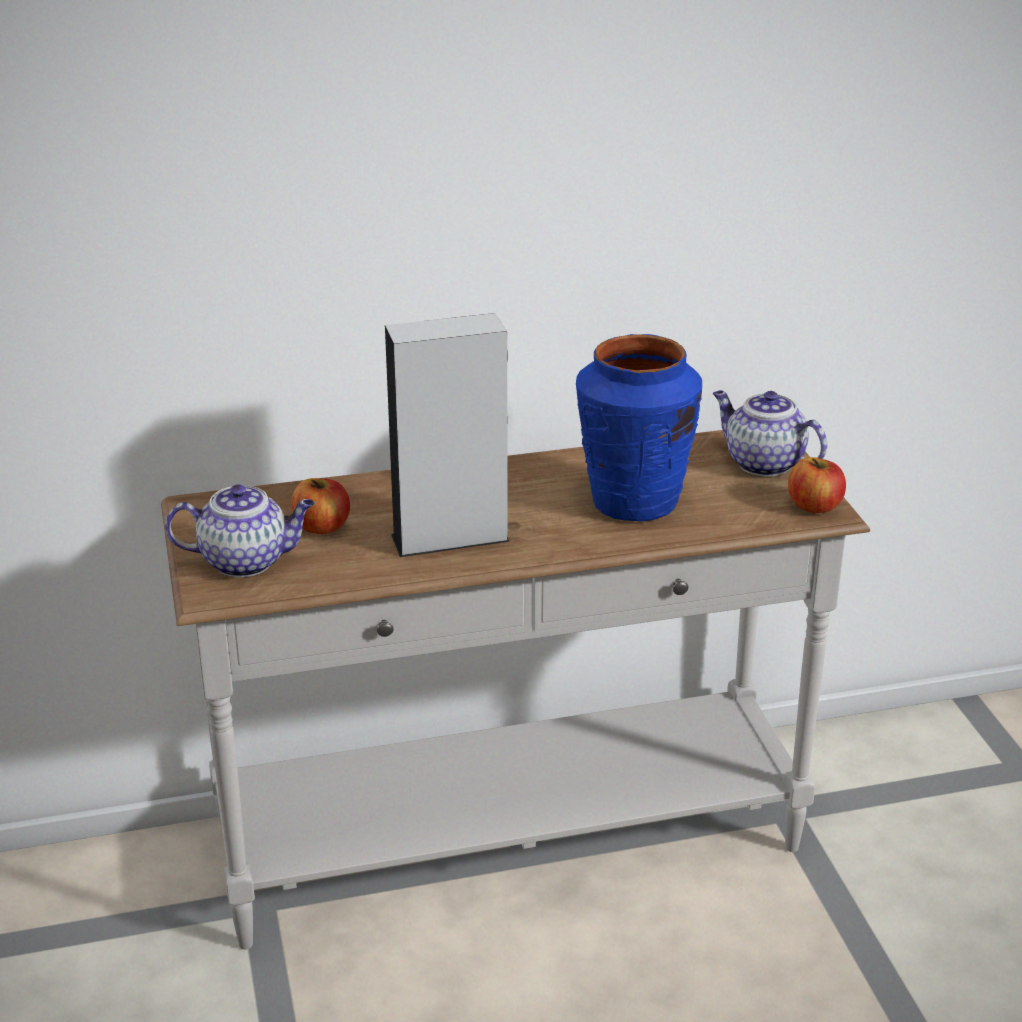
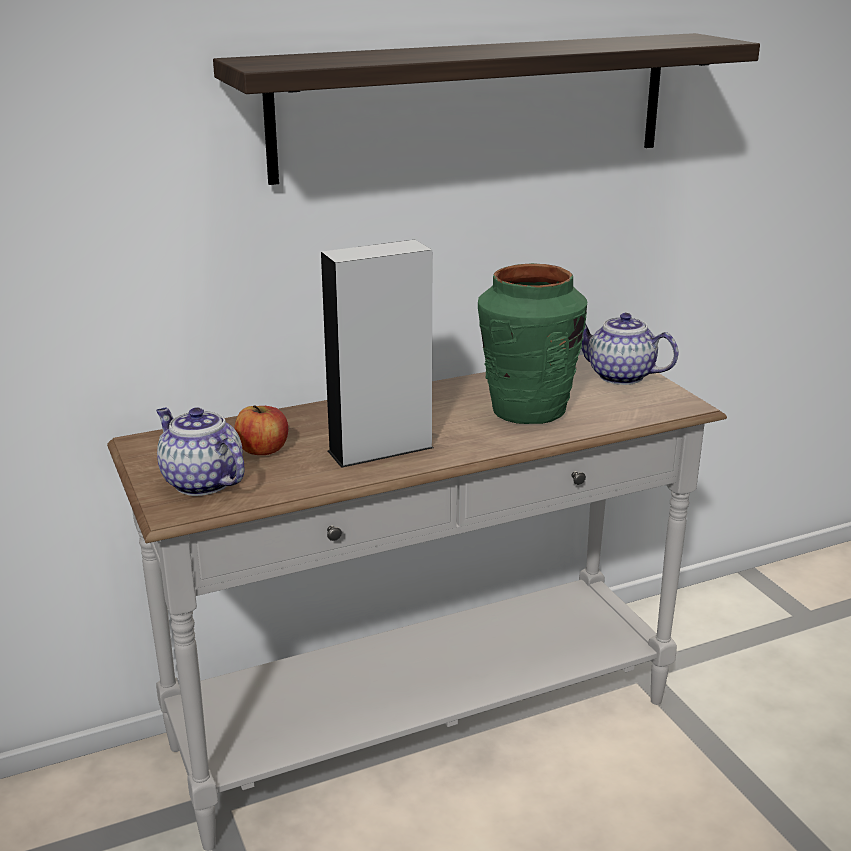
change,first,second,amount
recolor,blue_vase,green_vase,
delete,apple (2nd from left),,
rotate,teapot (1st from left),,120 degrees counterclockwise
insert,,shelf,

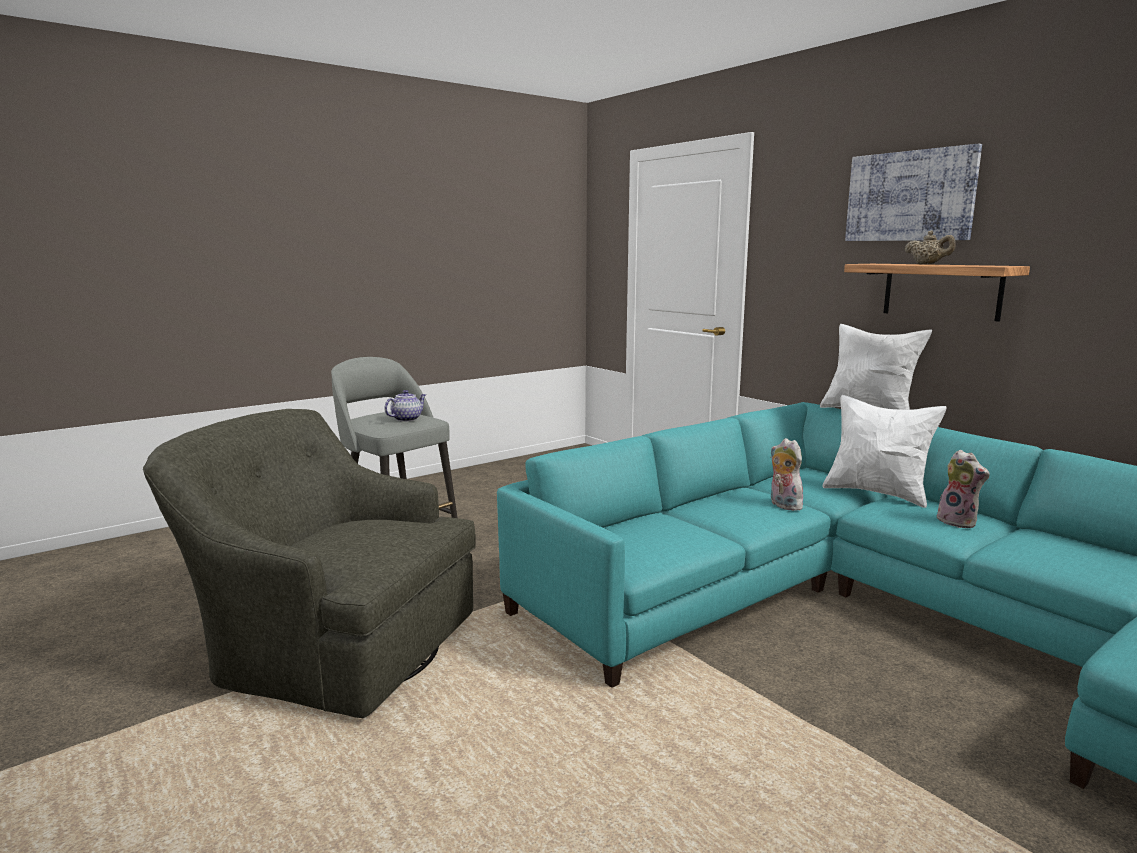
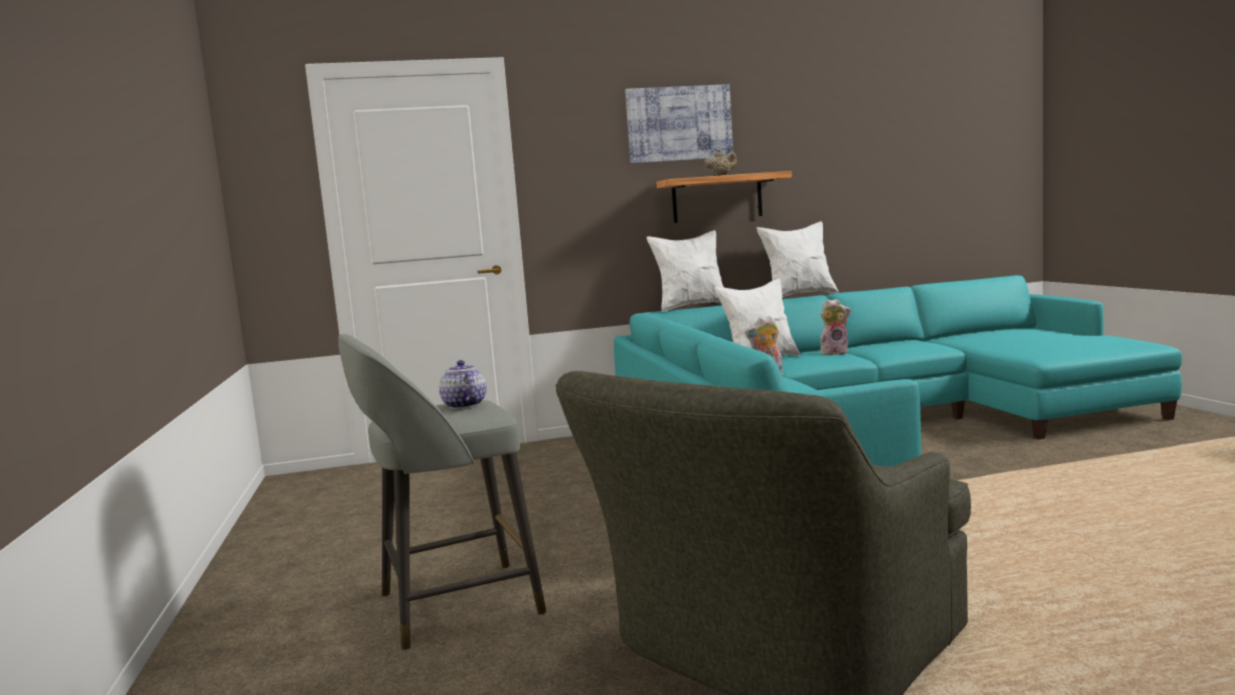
change,first,second,amount
insert,,white_pillow (3rd from left),

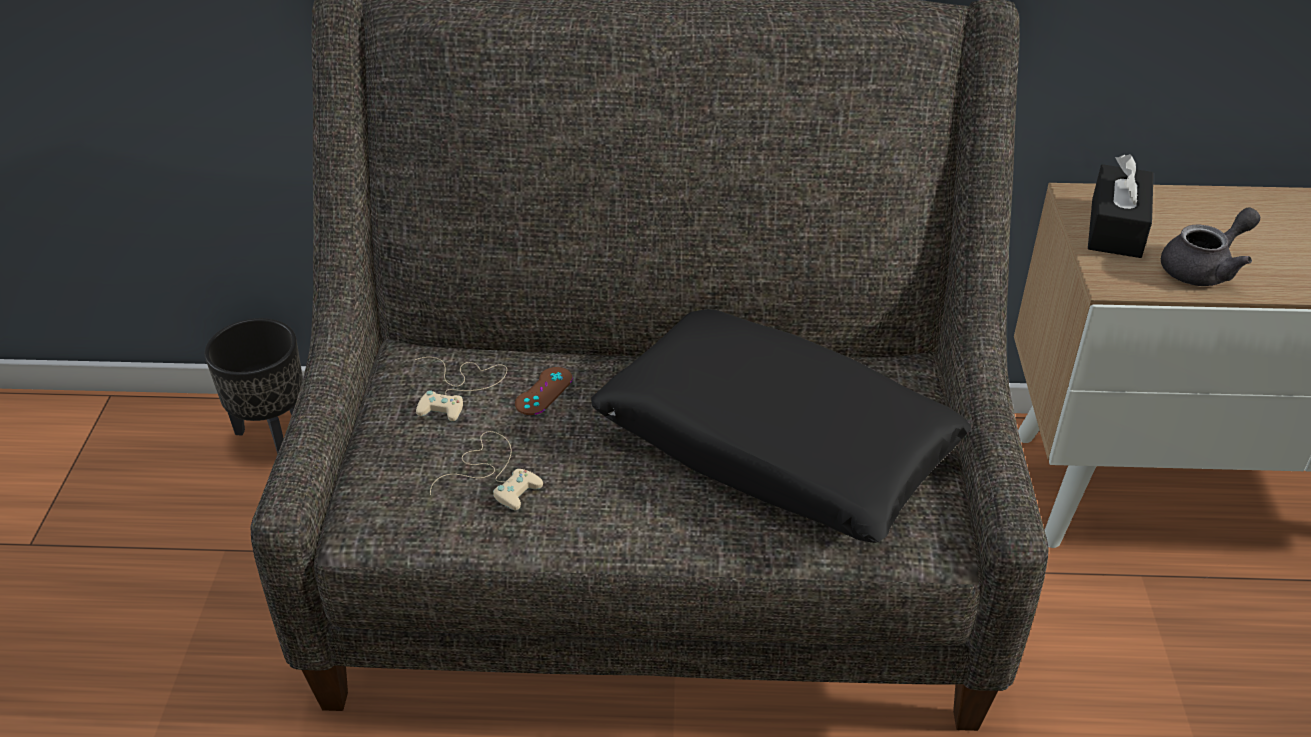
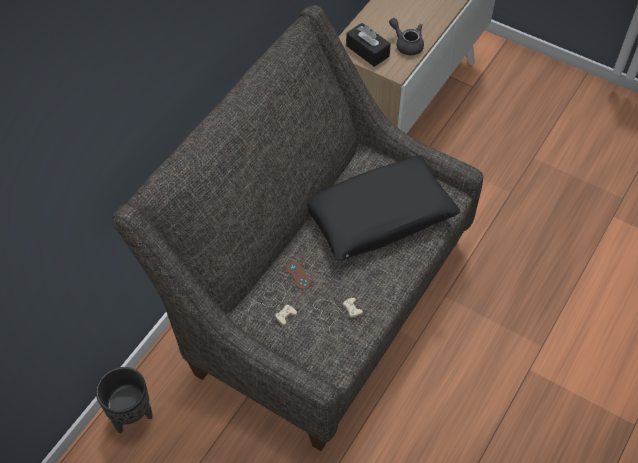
change,first,second,amount
rotate,grey_teapot,,45 degrees counterclockwise

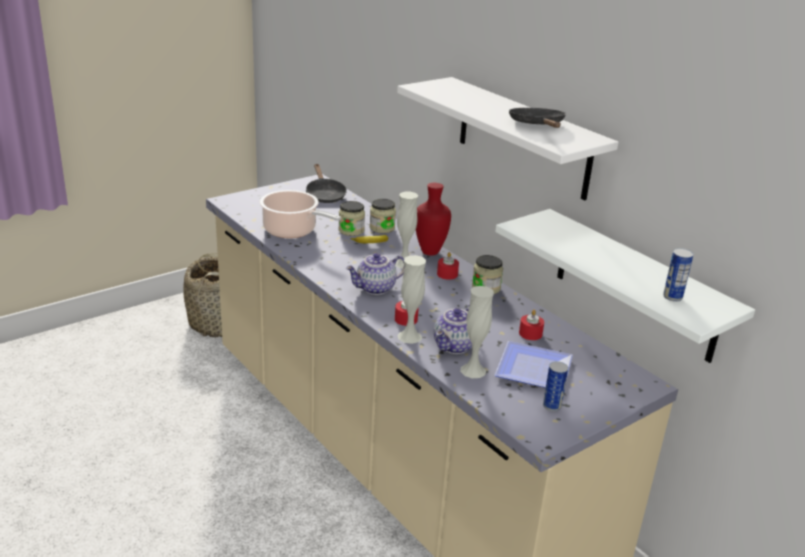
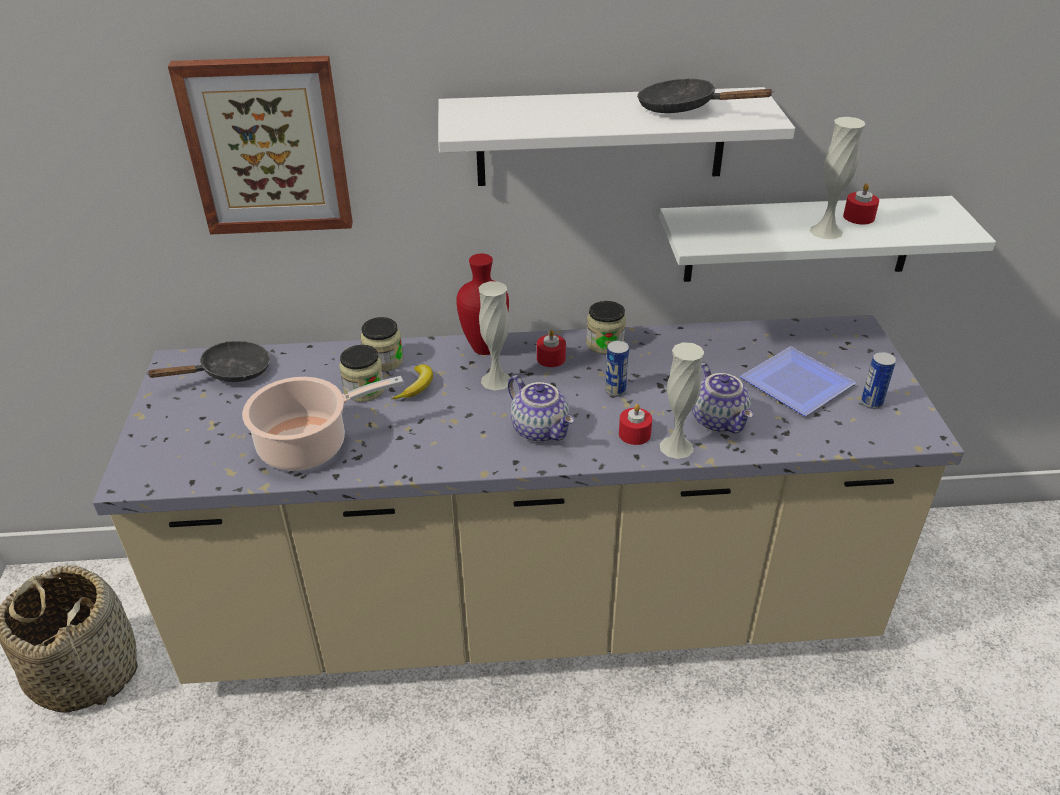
change,first,second,amount
rotate,black_frying_pan (1st from left),,45 degrees counterclockwise
move,can (2nd from left in the first image),can (1st from left),
rotate,teapot (1st from left),,45 degrees counterclockwise
move,white_vase (3rd from left),,
move,red_candle (3rd from left),,
insert,,picture,

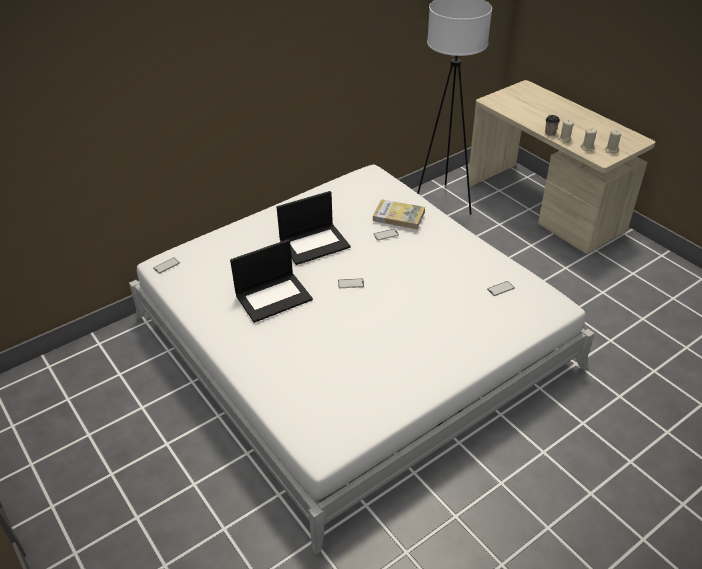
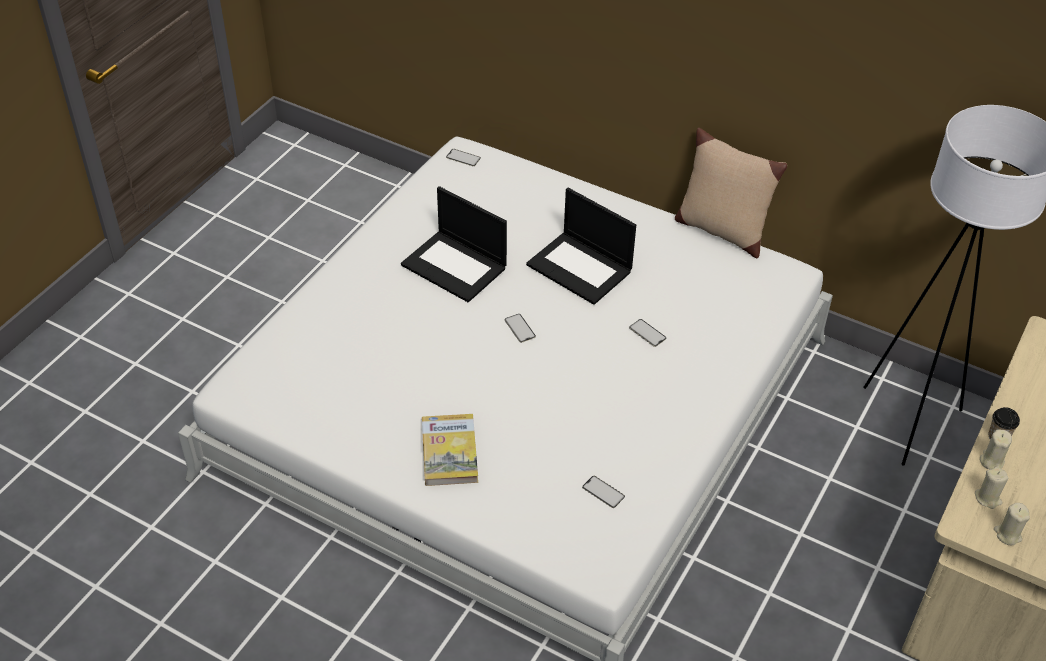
change,first,second,amount
move,book,,
insert,,beige_pillow,

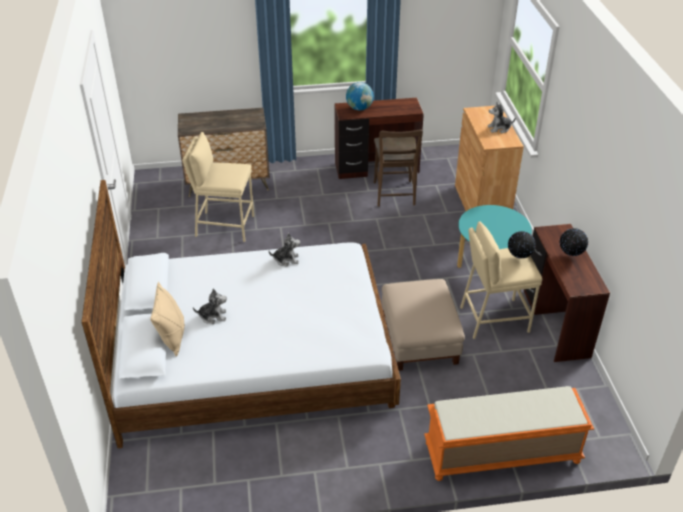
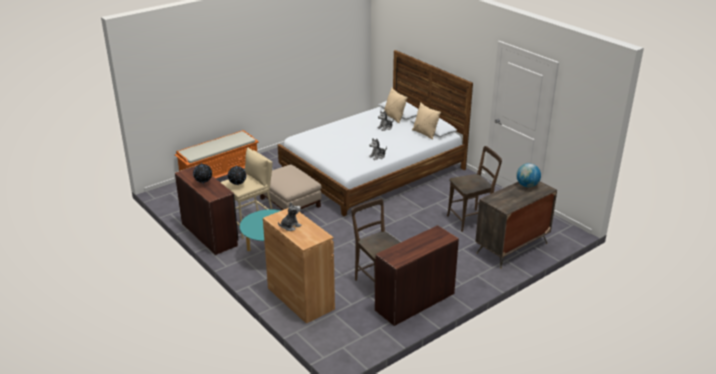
change,first,second,amount
move,globe (1st from left in the first image),globe (3rd from left),
replace,beige_stool (1st from left),brown_chair (2nd from left),
insert,,beige_pillow (2nd from left),

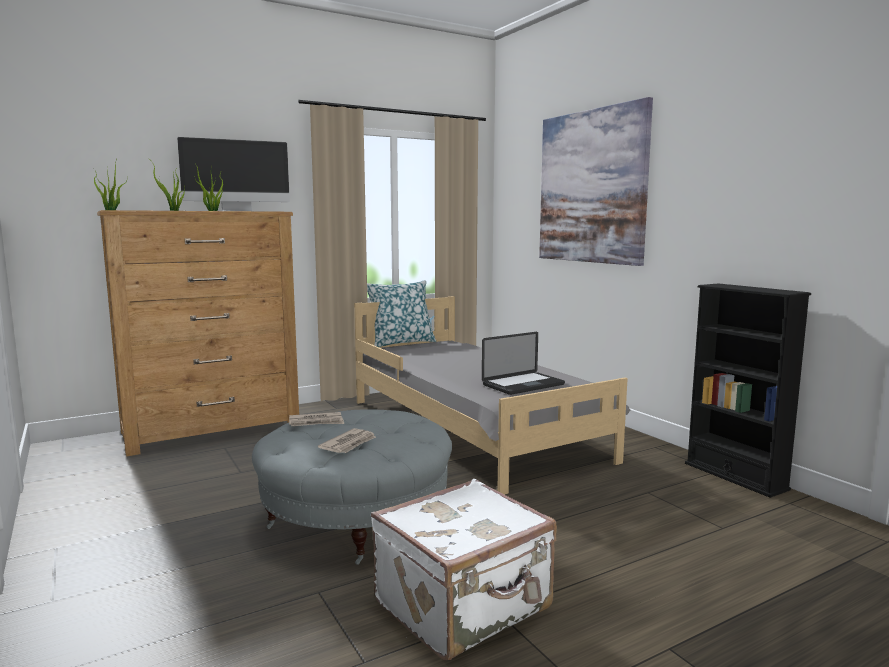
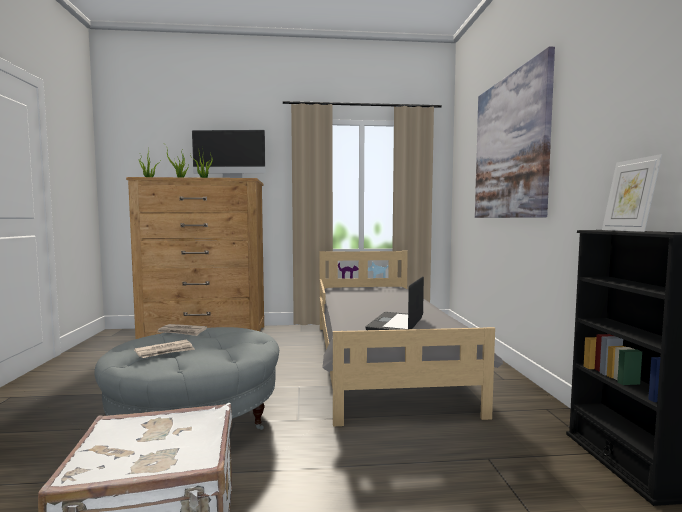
change,first,second,amount
delete,pillow,,
rotate,laptop,,120 degrees clockwise
insert,,picture_frame,

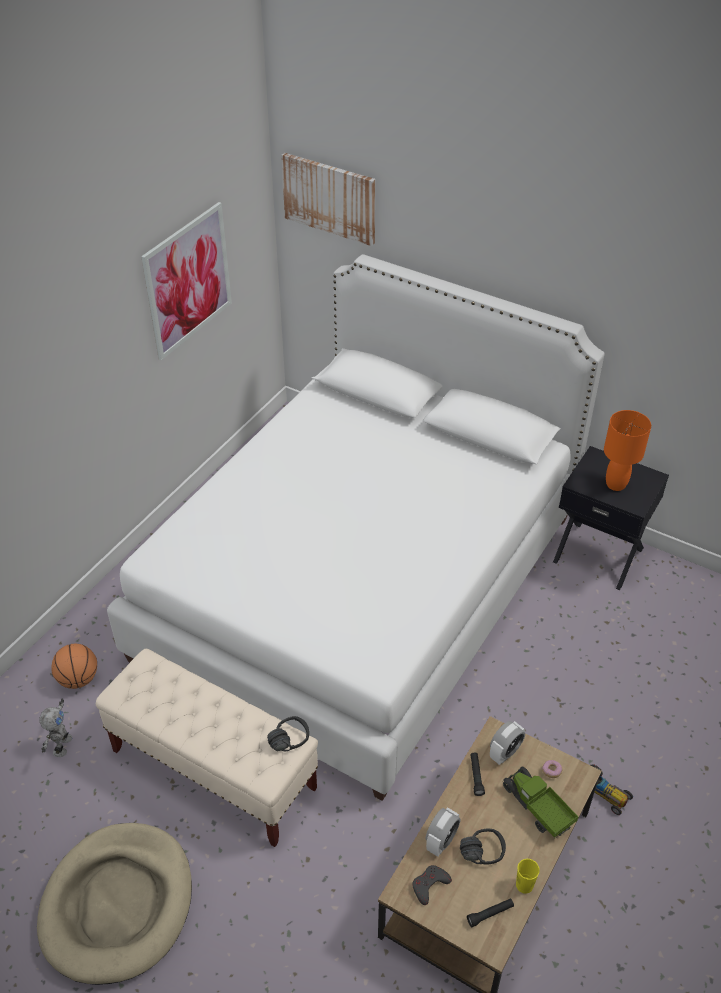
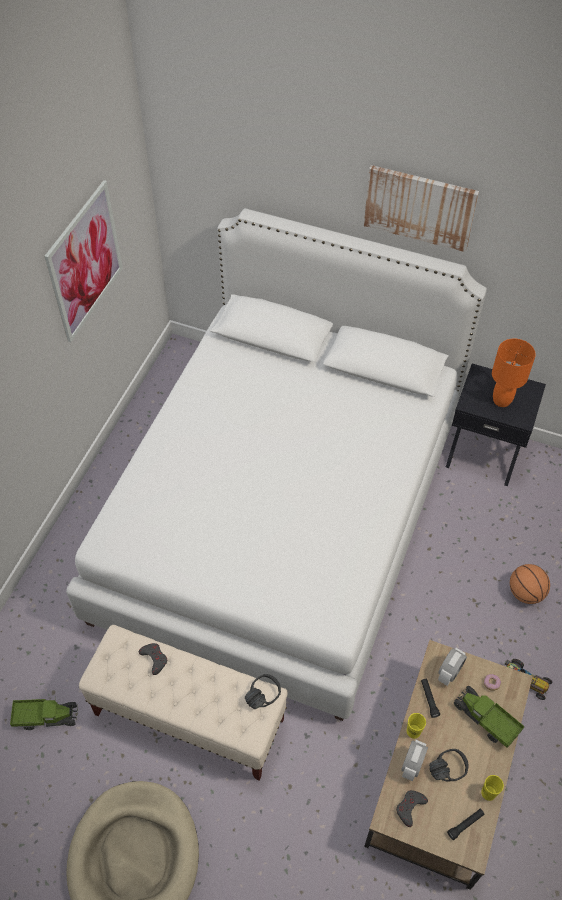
change,first,second,amount
move,picture (2nd from left),,
move,basketball,,
replace,toy_robot,toy_truck (1st from left),
insert,,grey_game_controller (1st from left),
insert,,yellow_cup (1st from left),

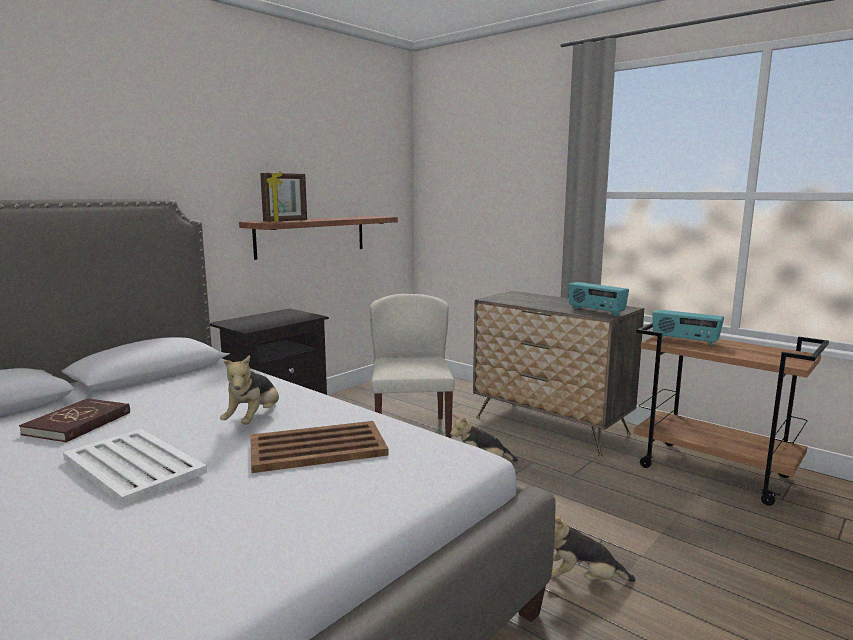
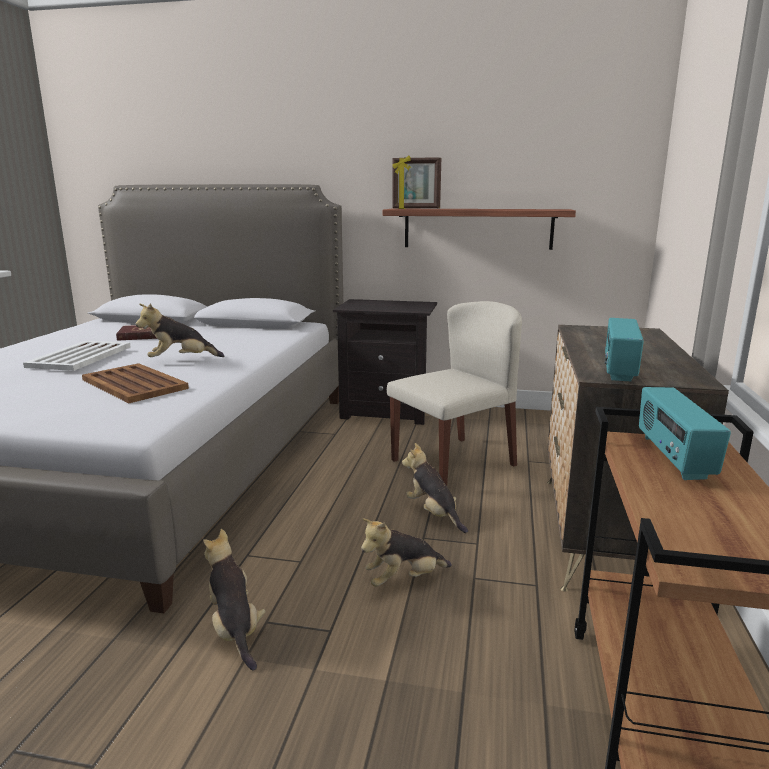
change,first,second,amount
insert,,plush_toy (3rd from left),

